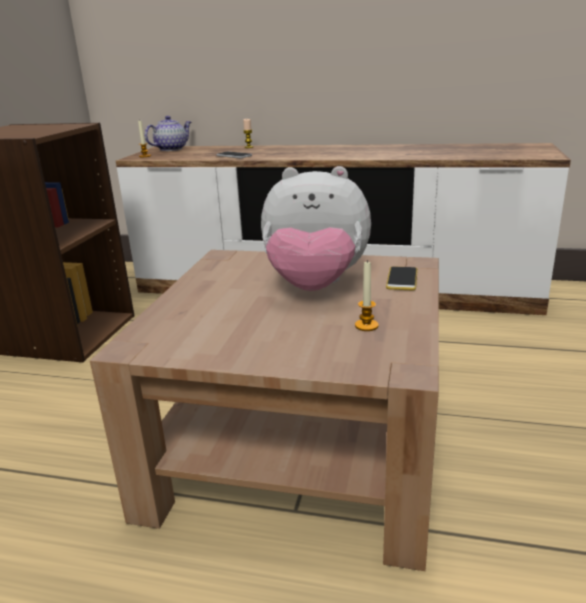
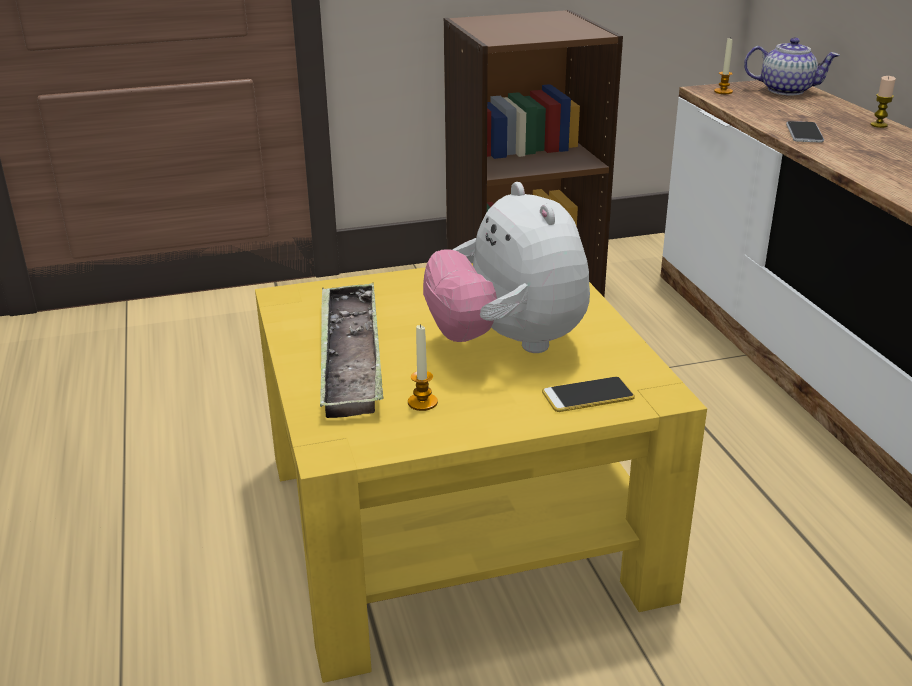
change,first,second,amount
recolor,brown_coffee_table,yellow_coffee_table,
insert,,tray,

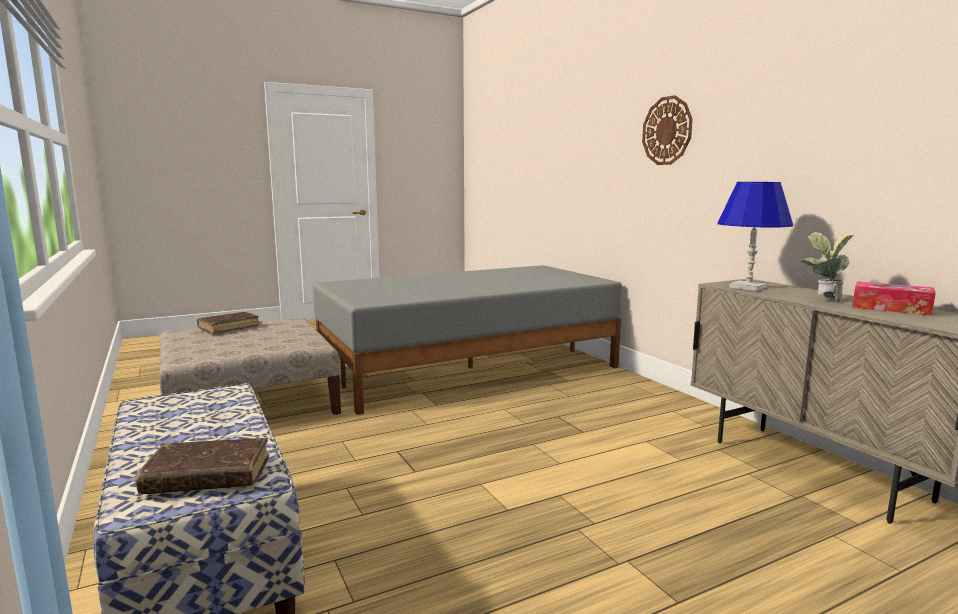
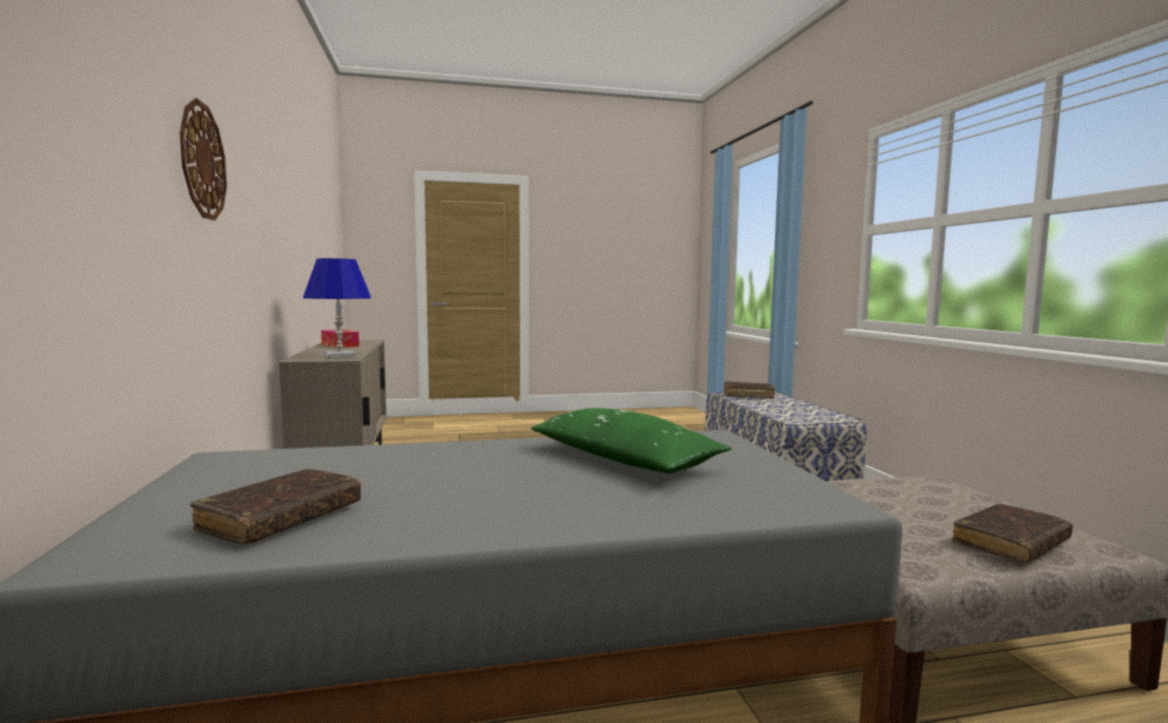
change,first,second,amount
delete,potted_plant,,
insert,,green_pillow,
insert,,brown_book (1st from left),

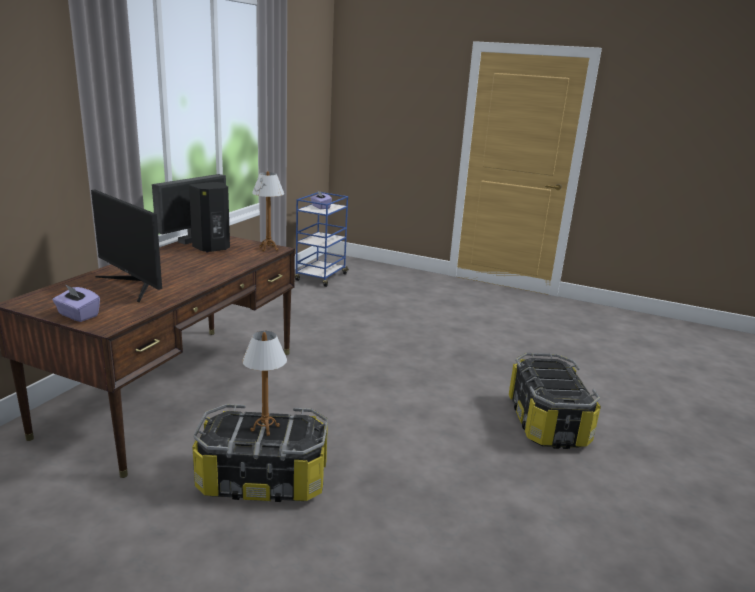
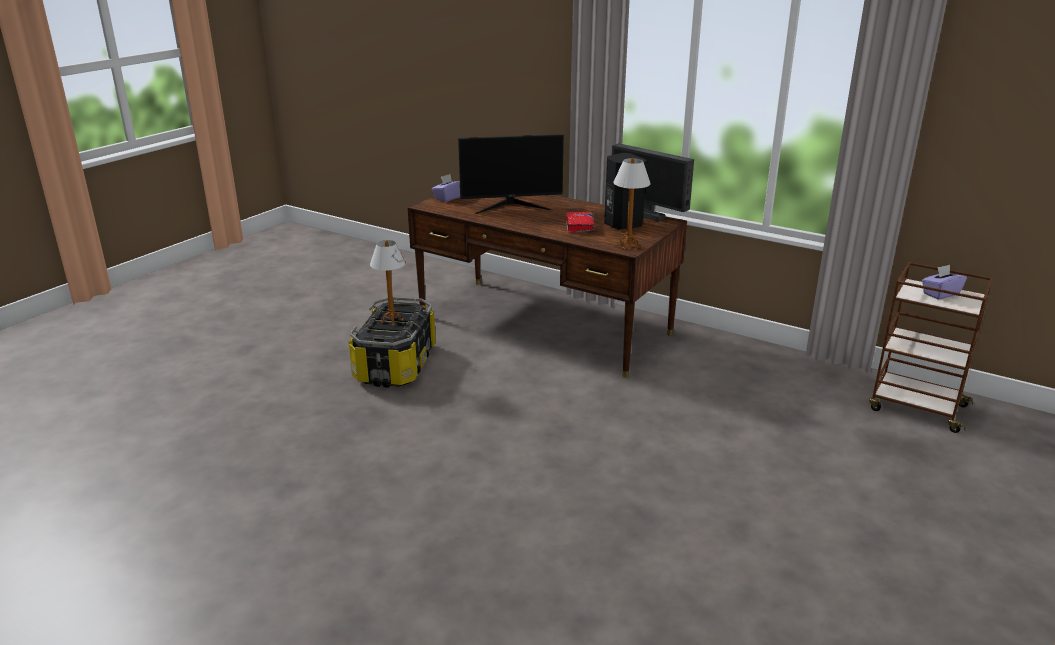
change,first,second,amount
rotate,monitor (1st from left),,150 degrees counterclockwise
recolor,blue_cart,brown_cart,
delete,storage_box (2nd from left),,
insert,,red_book,

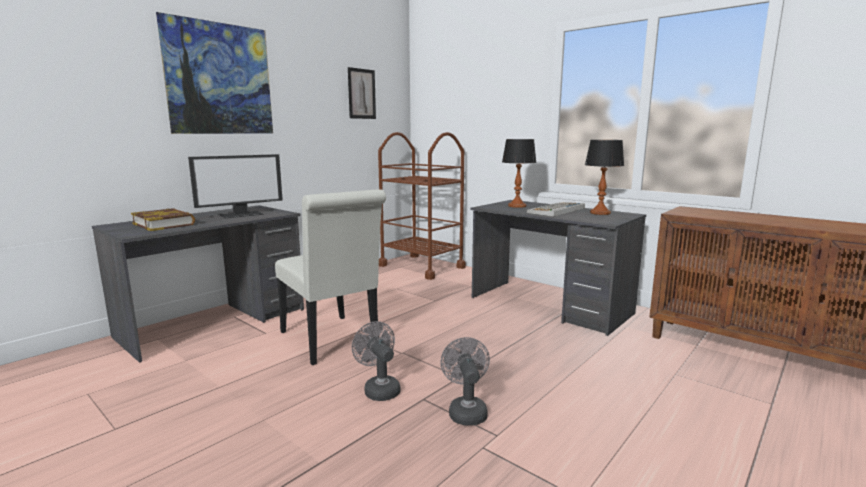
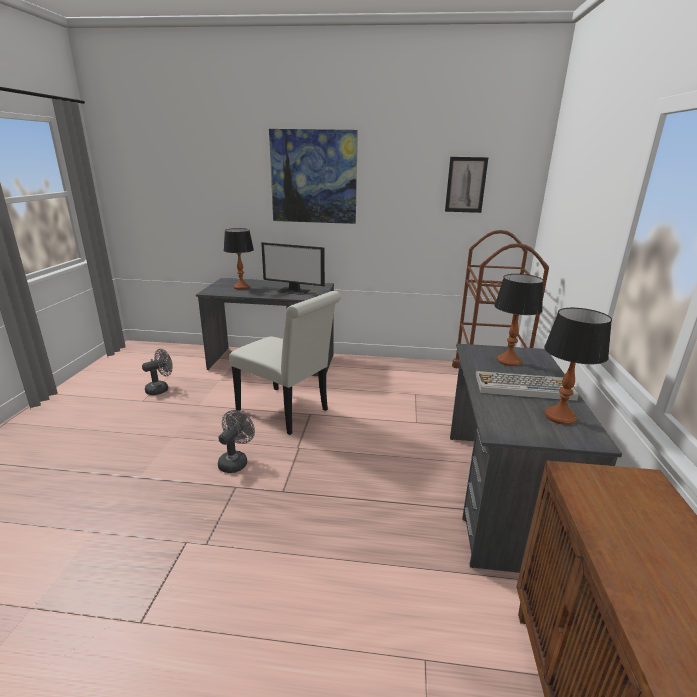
change,first,second,amount
rotate,white_chair,,75 degrees counterclockwise
replace,book,table_lamp (1st from left),
move,grey_fan (2nd from left in the first image),grey_fan (1st from left),

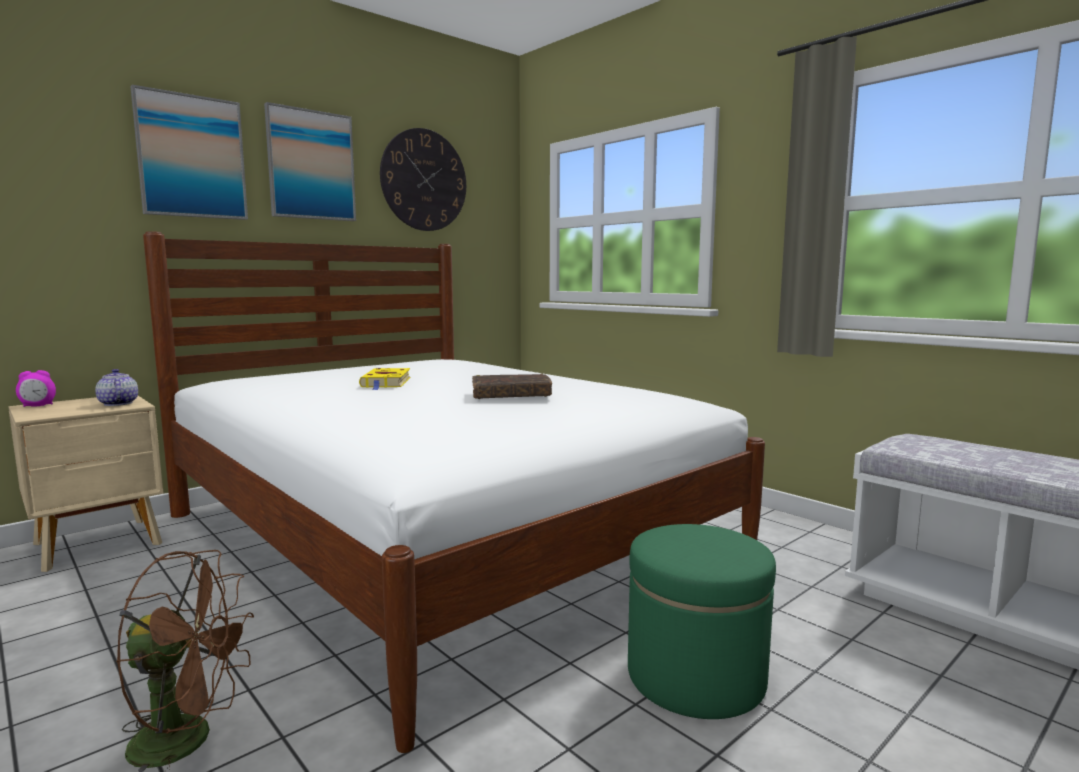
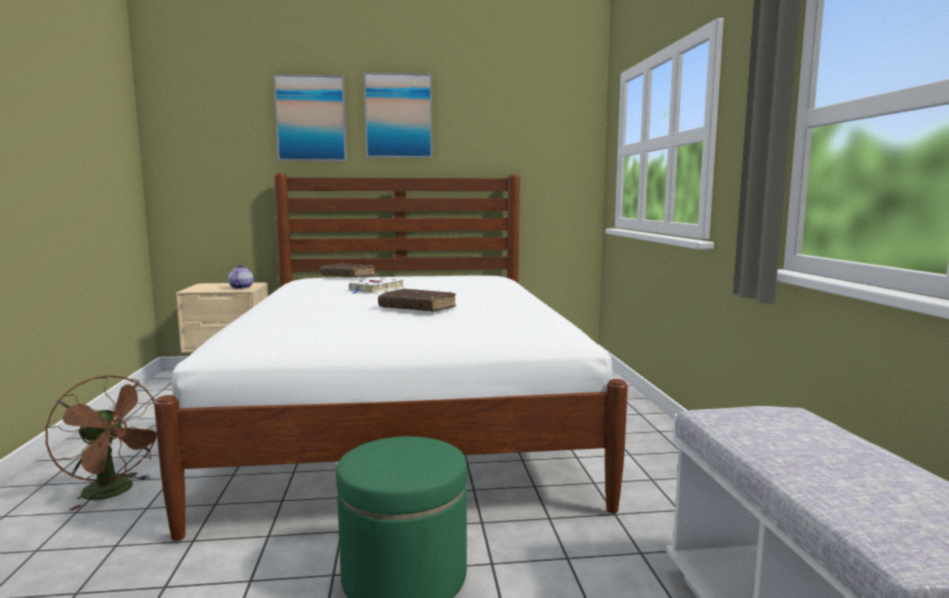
change,first,second,amount
delete,wall_clock,,
recolor,yellow_book,white_book,
delete,alarm_clock,,
insert,,brown_book (1st from left),

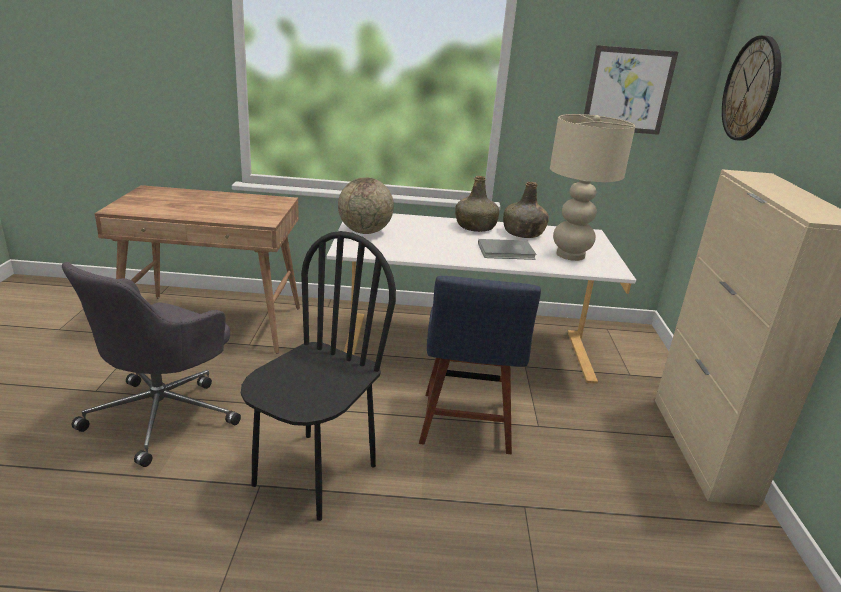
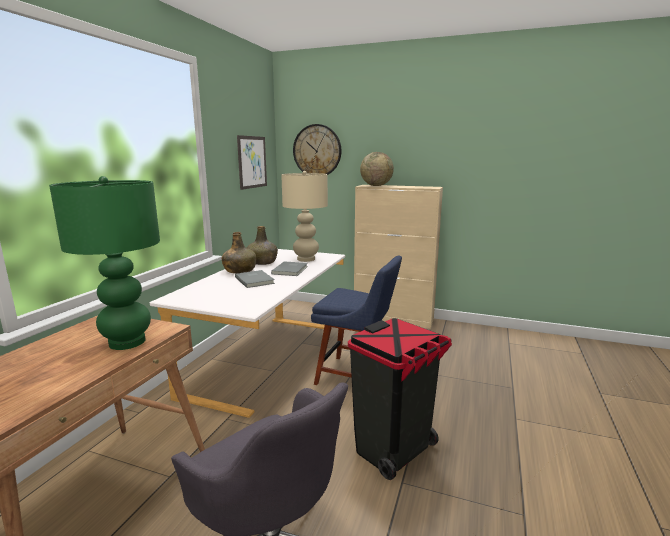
change,first,second,amount
move,globe,,
replace,black_chair,black_trash_can,
insert,,green_table_lamp,
insert,,grey_book (1st from left),

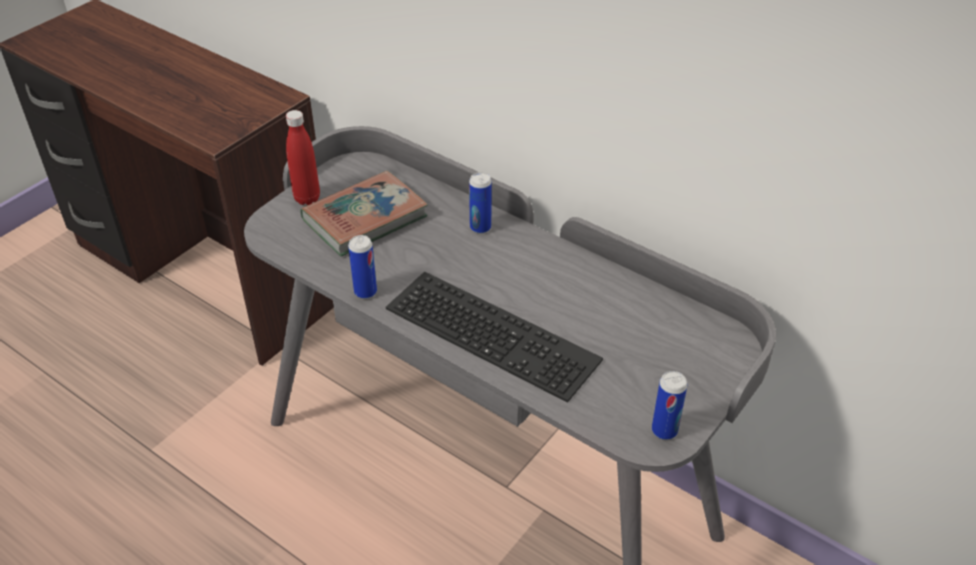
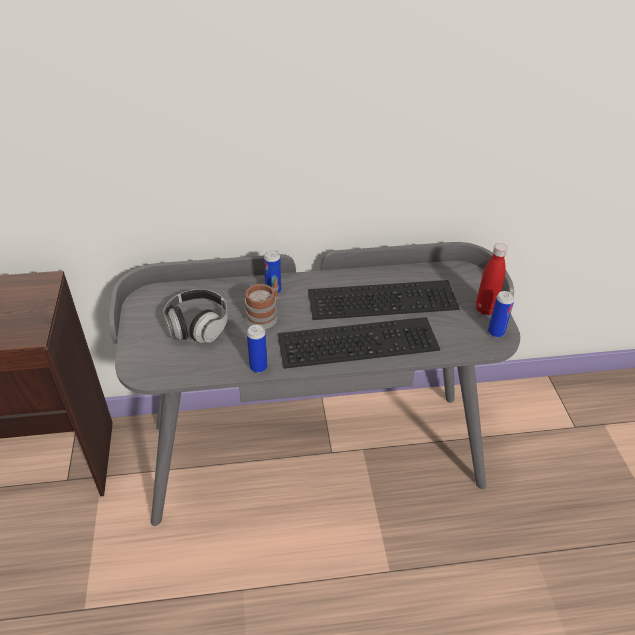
change,first,second,amount
move,red_bottle,,
replace,book,headphones,
insert,,mug,
insert,,keyboard (2nd from left),

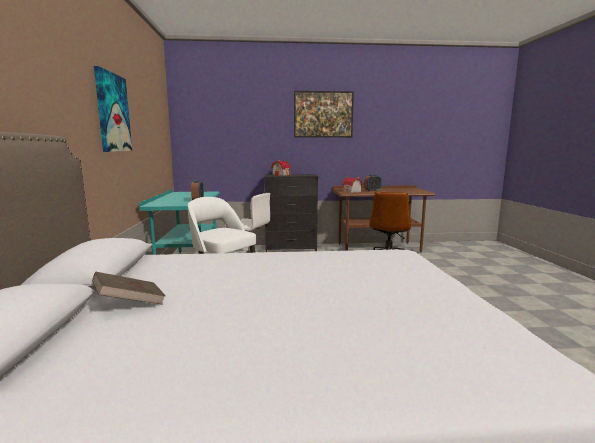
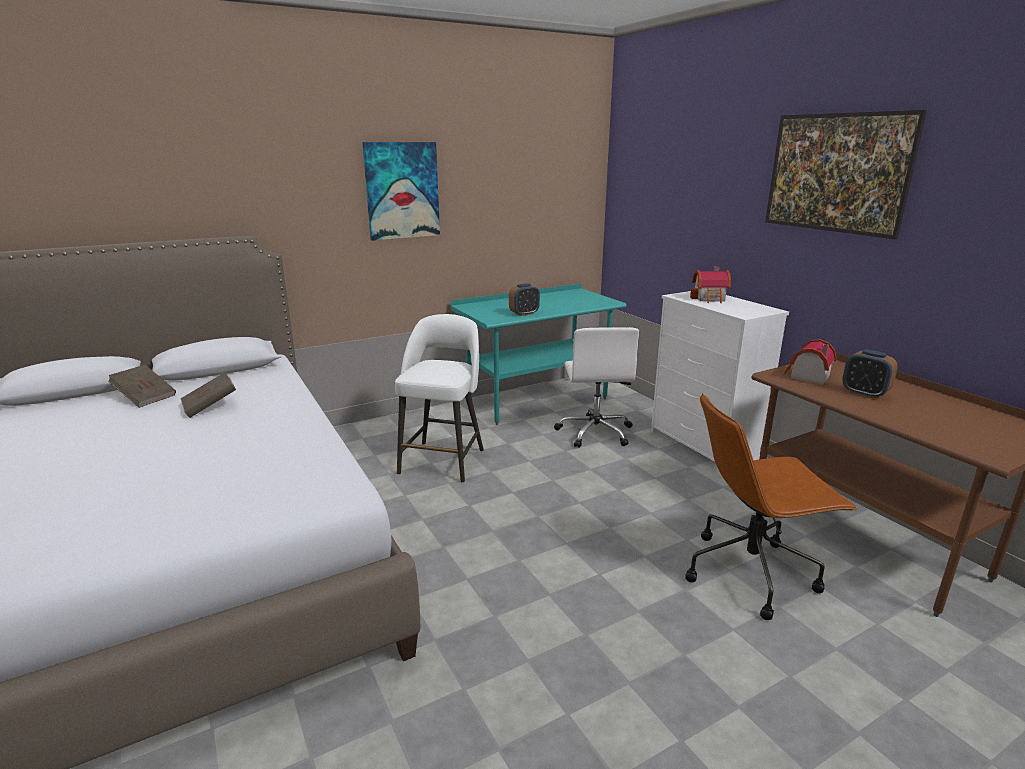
change,first,second,amount
recolor,black_dresser,white_dresser,
insert,,brown_book (2nd from left),

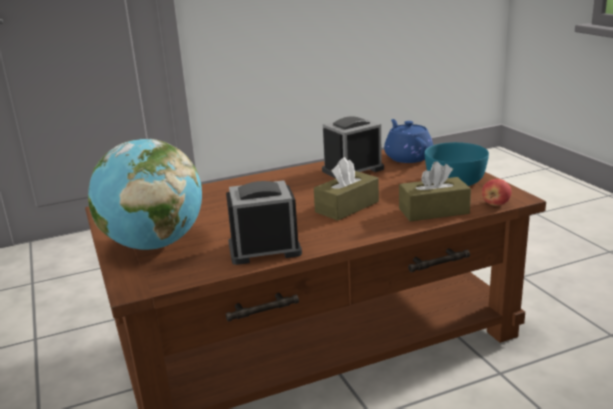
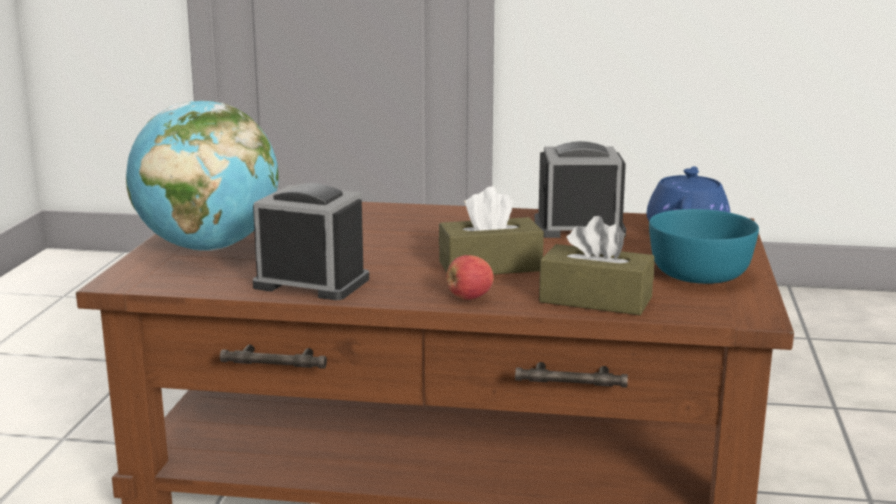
change,first,second,amount
move,apple,,

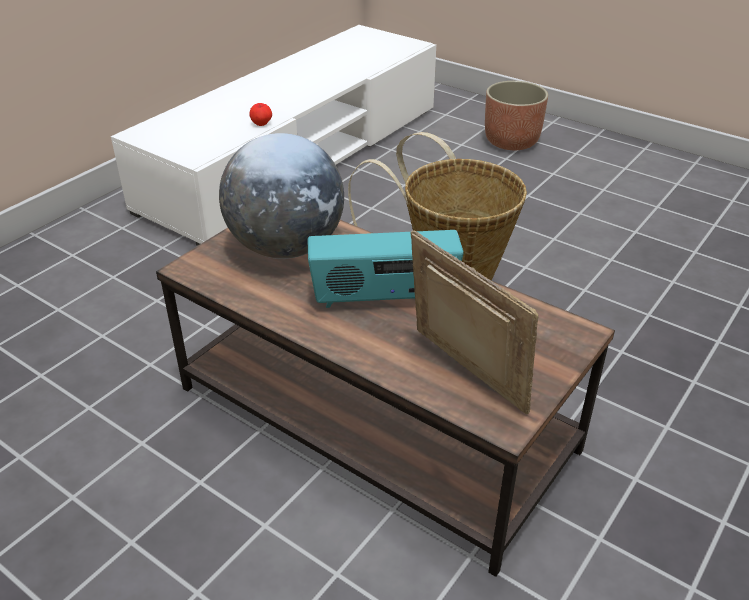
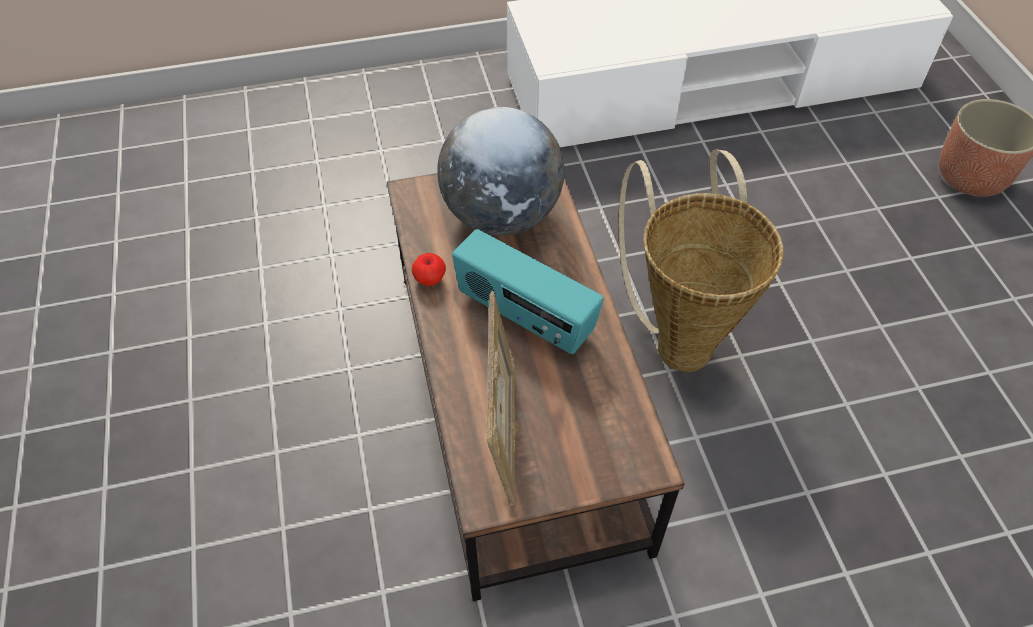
change,first,second,amount
move,apple,,

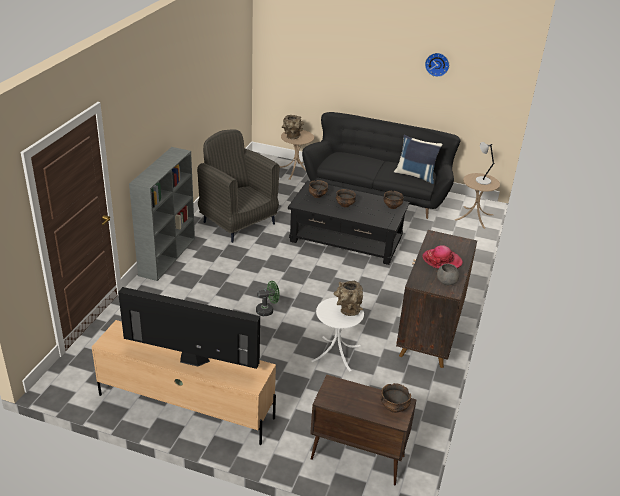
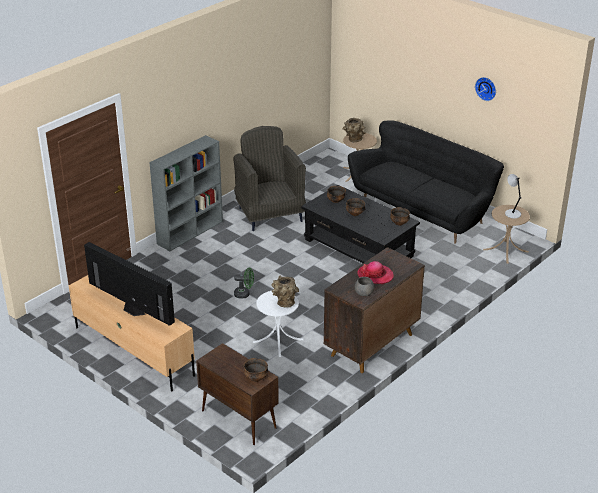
change,first,second,amount
delete,blue_pillow,,

